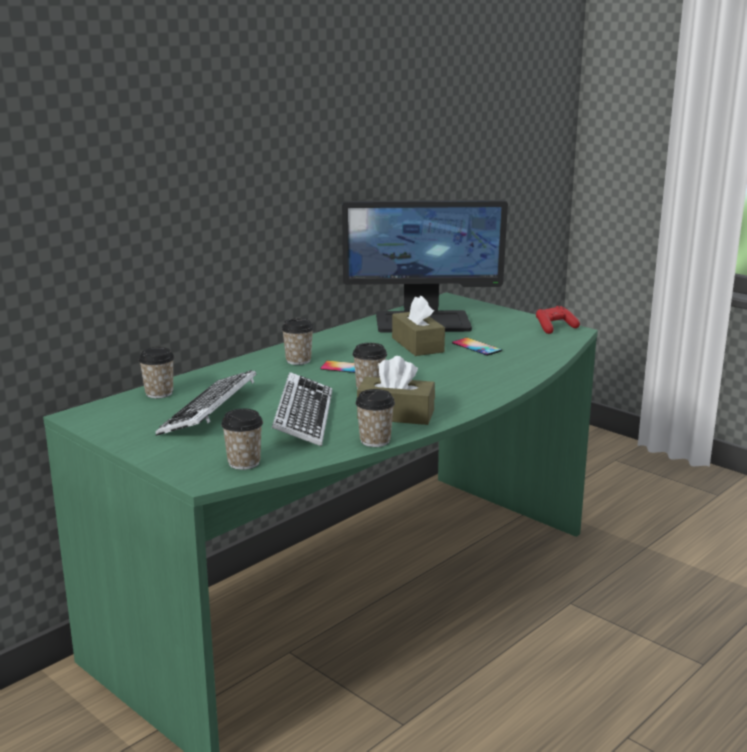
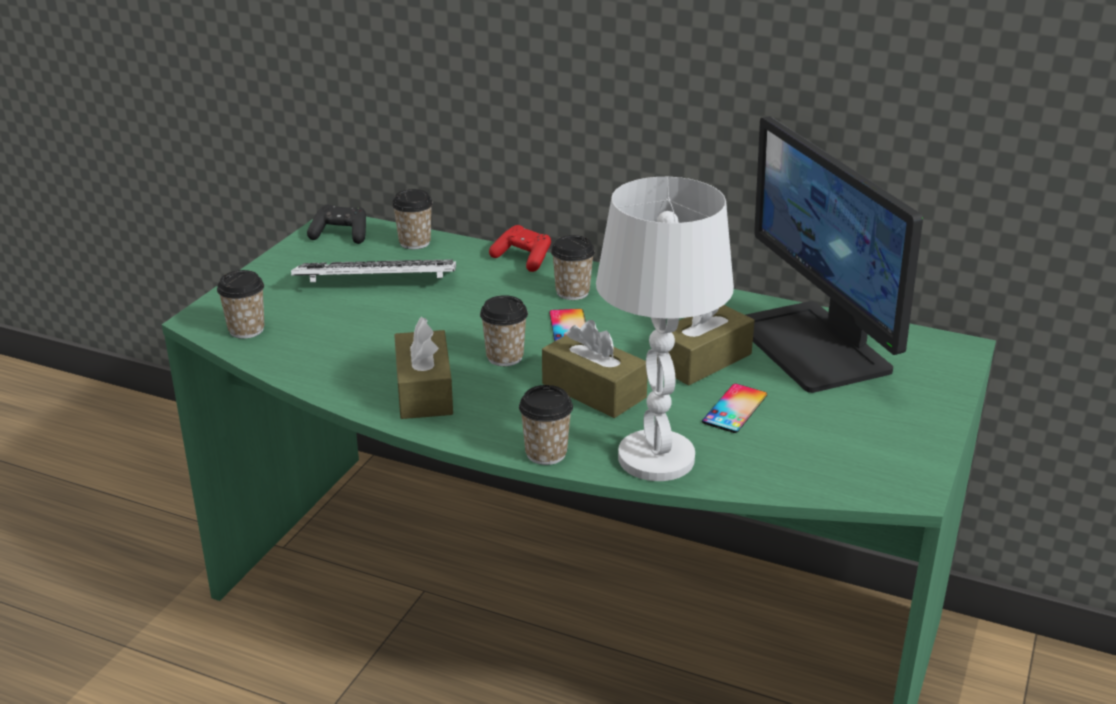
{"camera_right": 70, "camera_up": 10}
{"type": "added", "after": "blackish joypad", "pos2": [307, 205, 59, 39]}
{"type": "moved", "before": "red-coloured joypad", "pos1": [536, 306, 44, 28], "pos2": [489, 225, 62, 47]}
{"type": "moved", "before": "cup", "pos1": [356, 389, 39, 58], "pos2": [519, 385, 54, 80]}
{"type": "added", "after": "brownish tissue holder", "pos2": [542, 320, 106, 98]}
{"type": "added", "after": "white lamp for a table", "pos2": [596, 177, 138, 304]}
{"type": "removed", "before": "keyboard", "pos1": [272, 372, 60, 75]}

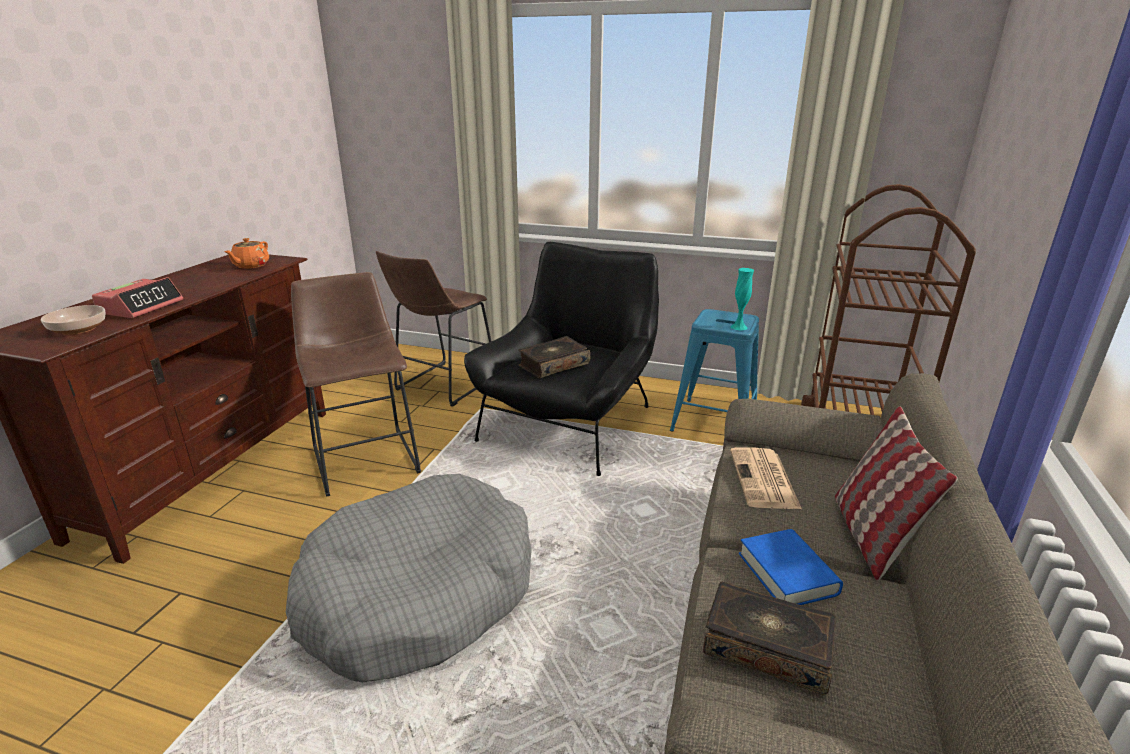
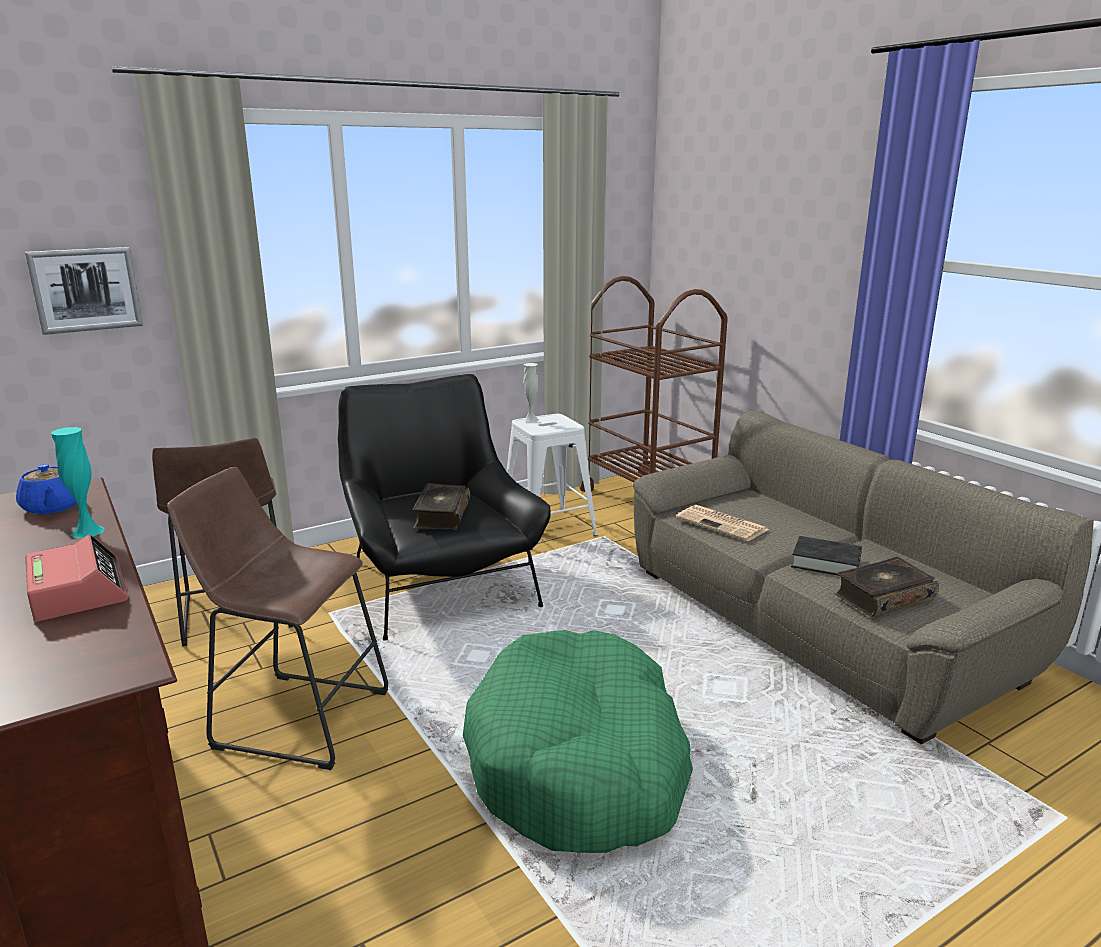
{"camera_right": -50, "camera_up": -5}
{"type": "recoloured", "before": "orangey teapot", "after": "blue-coloured teapot", "pos1": [224, 238, 45, 31], "pos2": [16, 464, 60, 50]}
{"type": "added", "after": "picture", "pos2": [25, 247, 118, 88]}
{"type": "moved", "before": "turquoise-coloured flower vase", "pos1": [730, 268, 24, 62], "pos2": [51, 427, 54, 111]}
{"type": "recoloured", "before": "grey dog bed", "after": "green-coloured dog bed", "pos1": [286, 474, 246, 209], "pos2": [463, 630, 230, 223]}
{"type": "recoloured", "before": "blue-coloured stool", "after": "white stool", "pos1": [670, 309, 89, 123], "pos2": [507, 414, 91, 136]}
{"type": "added", "after": "white flower vase", "pos2": [523, 363, 16, 59]}
{"type": "recoloured", "before": "blue-coloured book", "after": "blackish book", "pos1": [739, 529, 104, 76], "pos2": [791, 536, 71, 40]}
{"type": "removed", "before": "serving bowl", "pos1": [41, 305, 65, 30]}
{"type": "removed", "before": "cushion", "pos1": [835, 407, 123, 174]}

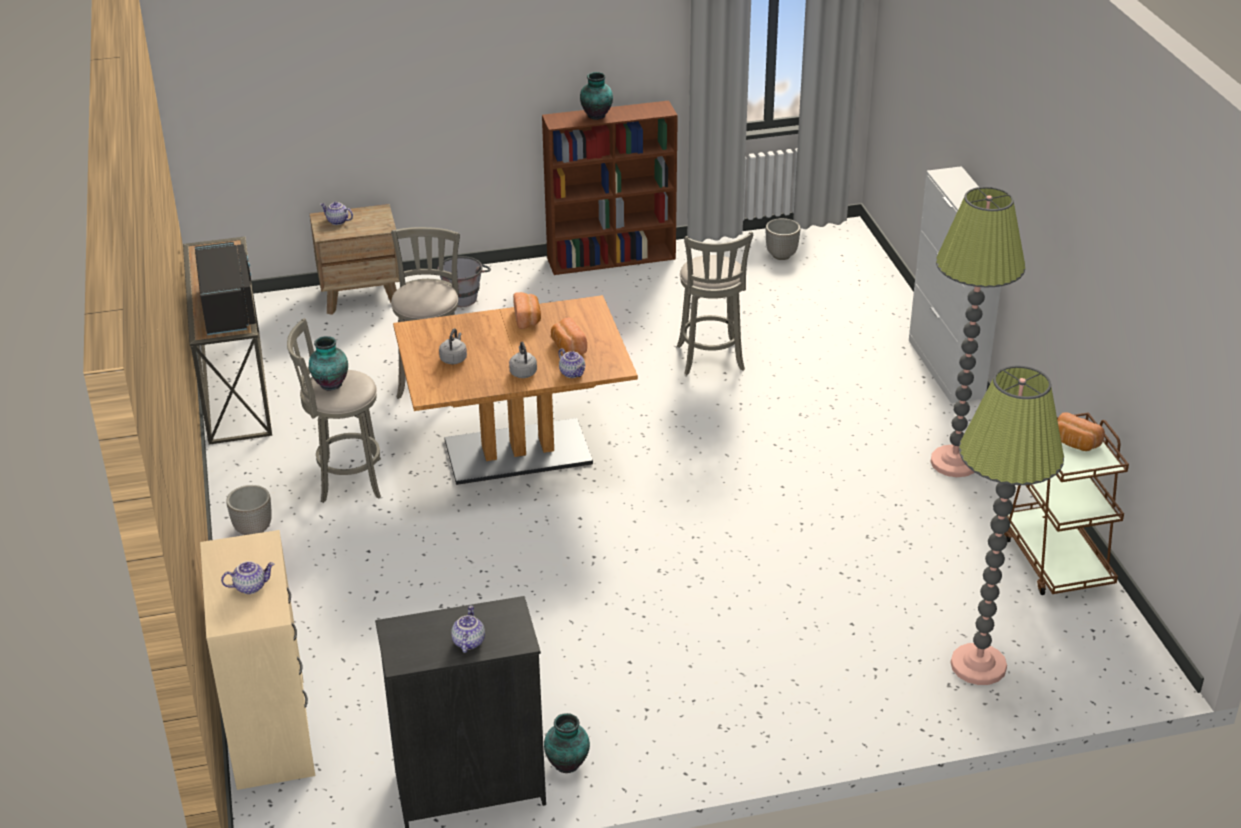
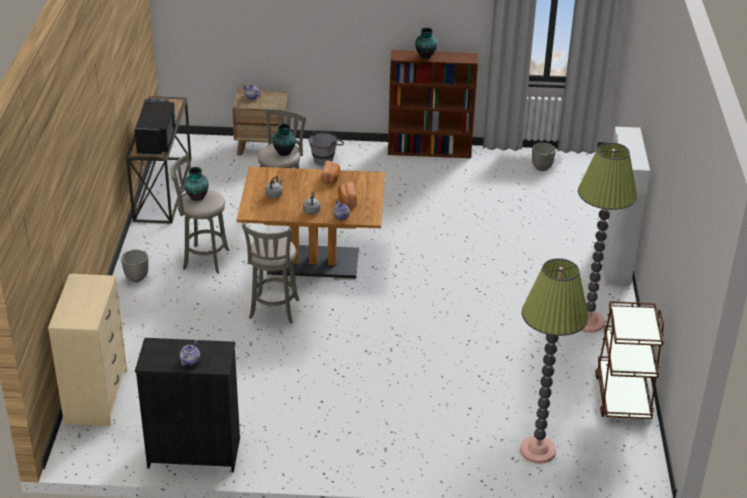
{"camera_right": 15, "camera_up": 0}
{"type": "moved", "before": "grey stool", "pos1": [677, 231, 76, 144], "pos2": [242, 223, 58, 100]}
{"type": "moved", "before": "flower vase", "pos1": [544, 713, 46, 60], "pos2": [273, 124, 23, 32]}
{"type": "removed", "before": "teapot", "pos1": [221, 561, 54, 33]}
{"type": "removed", "before": "bakery bread", "pos1": [1057, 412, 48, 39]}

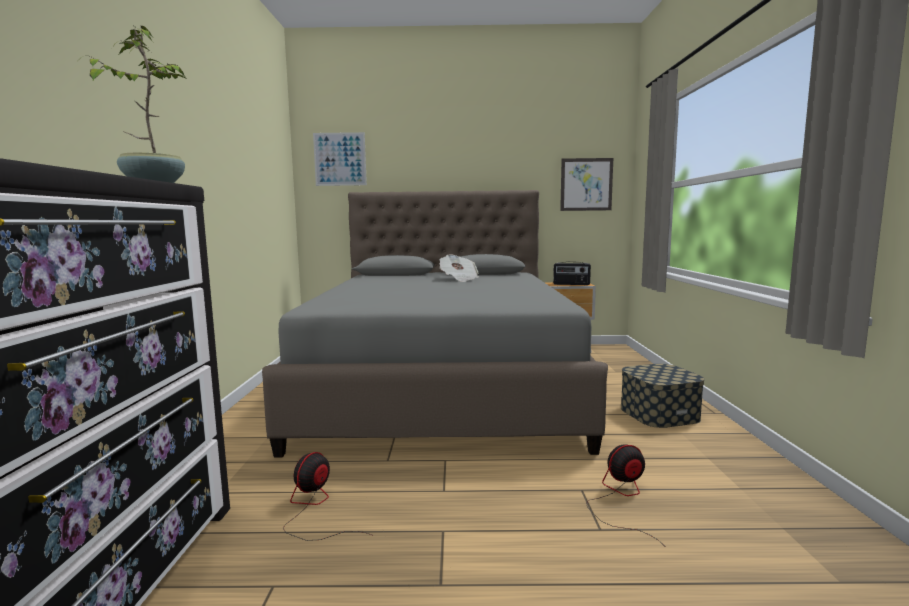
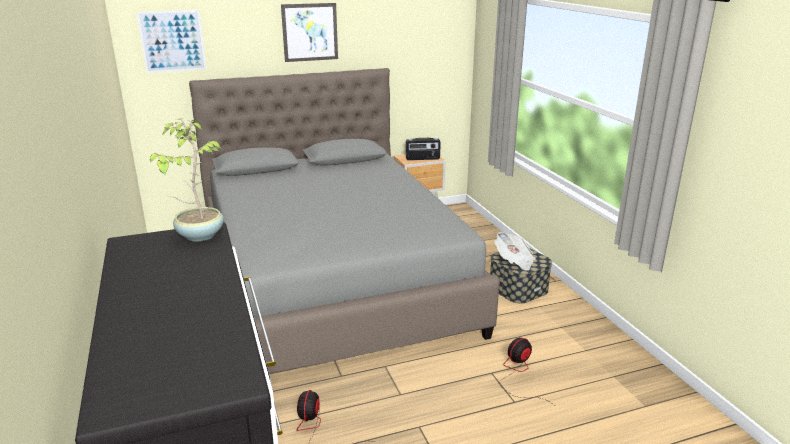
{"camera_right": -20, "camera_up": 15}
{"type": "moved", "before": "picture", "pos1": [560, 158, 53, 53], "pos2": [281, 3, 57, 59]}
{"type": "moved", "before": "daily paper", "pos1": [439, 254, 40, 28], "pos2": [494, 232, 42, 39]}

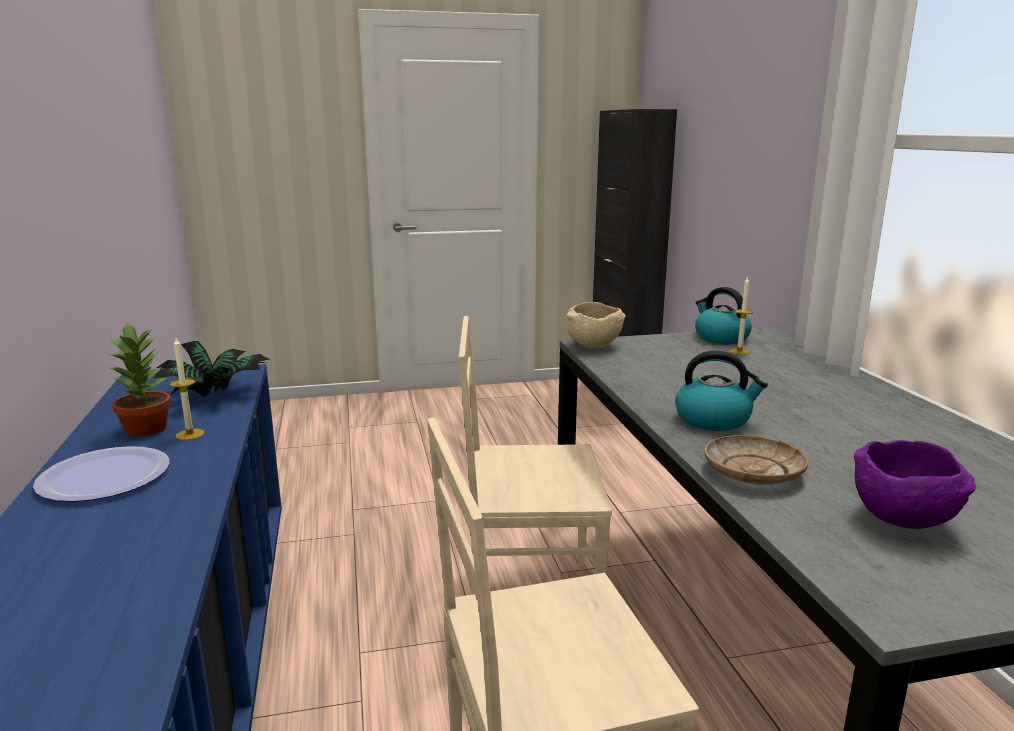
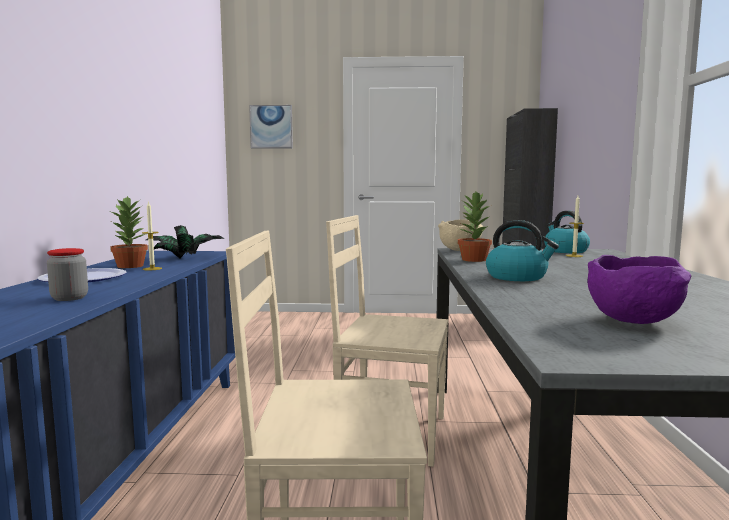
{"camera_right": 15, "camera_up": -10}
{"type": "added", "after": "storage jar", "pos2": [47, 248, 41, 53]}
{"type": "added", "after": "picture", "pos2": [249, 105, 44, 44]}
{"type": "added", "after": "houseplant", "pos2": [458, 192, 34, 70]}
{"type": "removed", "before": "sand-coloured flat dish", "pos1": [704, 435, 104, 50]}

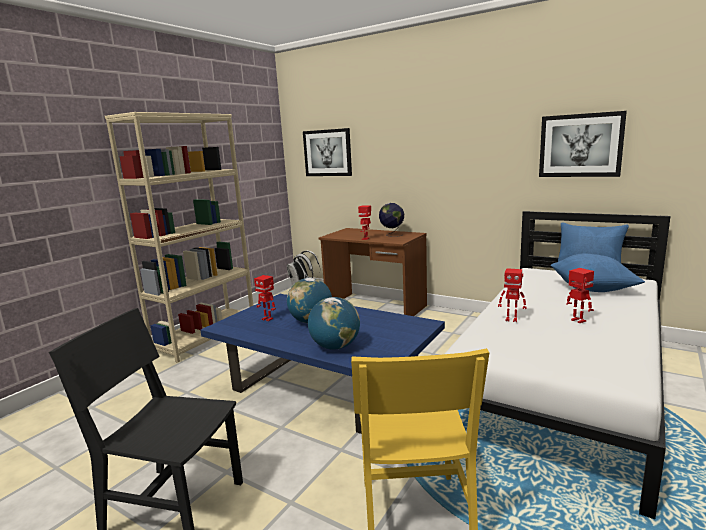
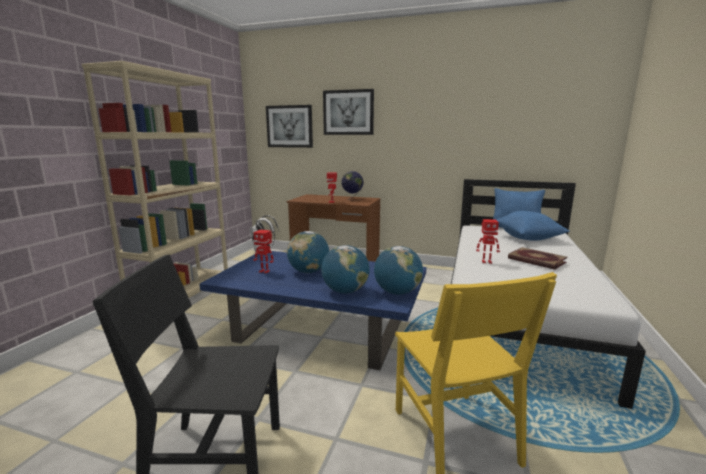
{"camera_right": -15, "camera_up": 0}
{"type": "moved", "before": "picture", "pos1": [539, 111, 88, 66], "pos2": [323, 89, 51, 46]}
{"type": "added", "after": "globe", "pos2": [374, 246, 49, 49]}
{"type": "replaced", "before": "robot figure", "after": "book", "pos1": [566, 268, 28, 55], "pos2": [508, 247, 60, 23]}

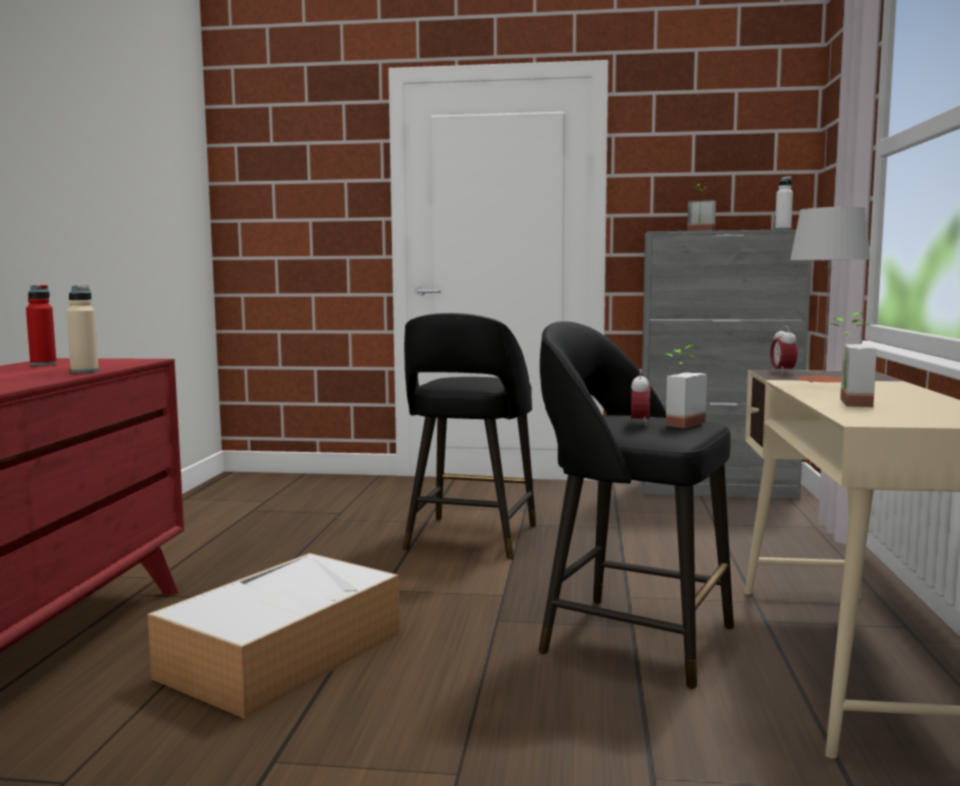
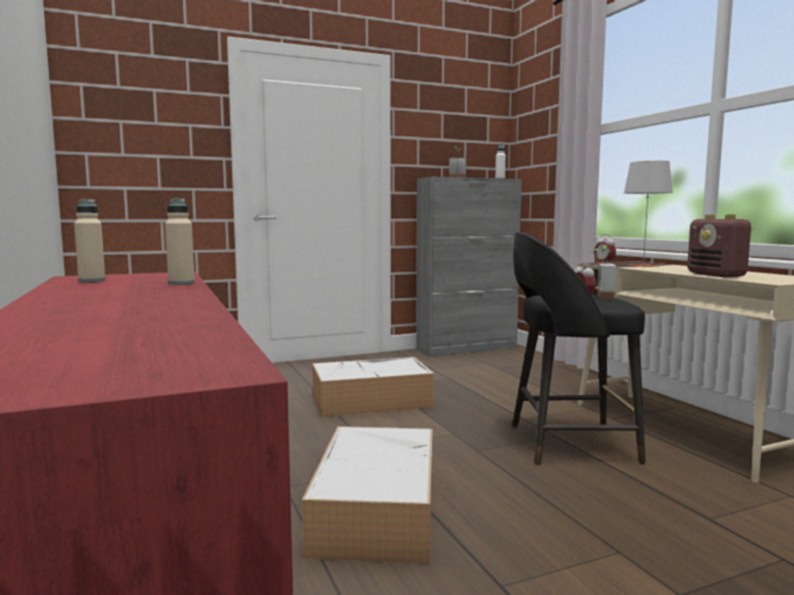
{"camera_right": -30, "camera_up": 0}
{"type": "recoloured", "before": "red-coloured drink bottle", "after": "sand-coloured drink bottle", "pos1": [26, 285, 31, 81], "pos2": [74, 199, 31, 83]}
{"type": "replaced", "before": "blackish stool", "after": "storage box", "pos1": [403, 313, 133, 246], "pos2": [312, 357, 123, 60]}
{"type": "replaced", "before": "houseplant", "after": "radio set", "pos1": [828, 313, 49, 94], "pos2": [687, 214, 66, 63]}

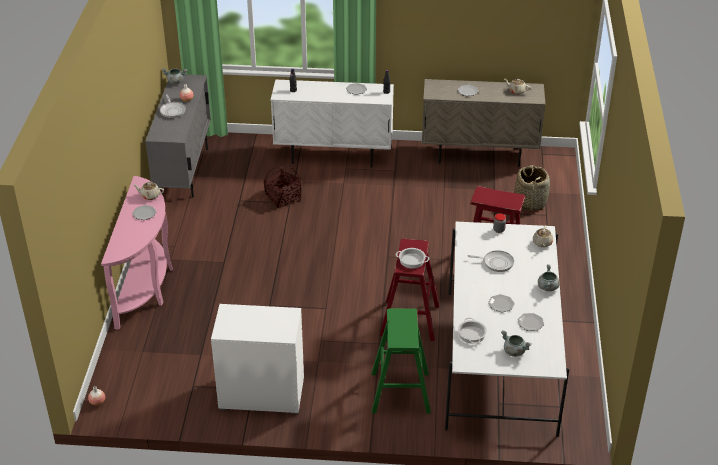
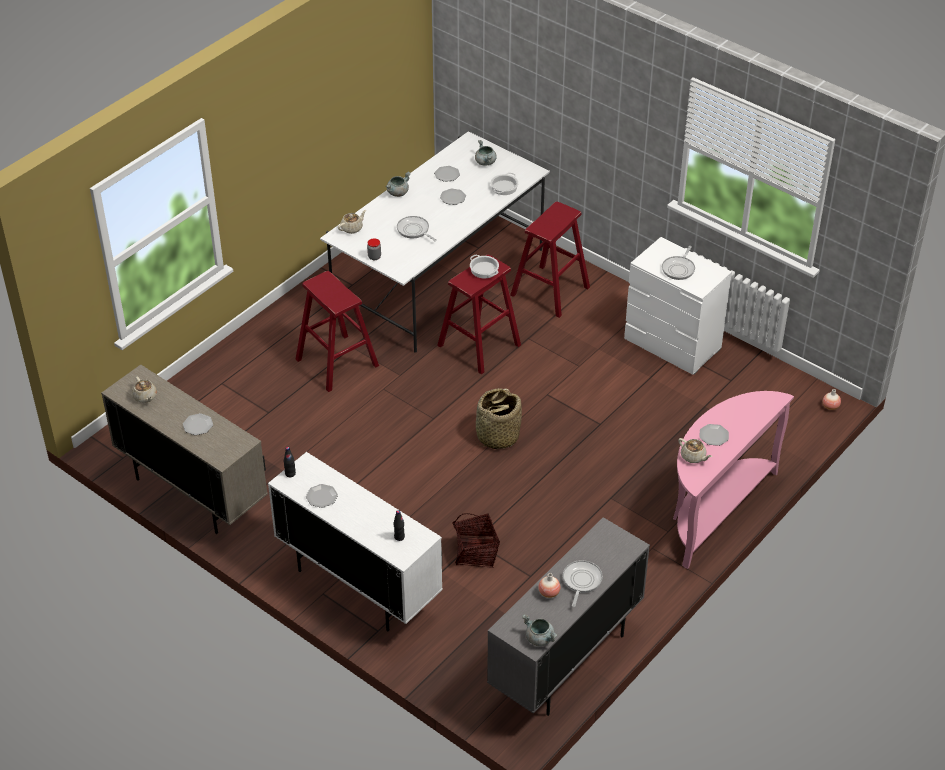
{"camera_right": -145, "camera_up": 5}
{"type": "moved", "before": "basket", "pos1": [514, 165, 36, 46], "pos2": [476, 388, 46, 61]}
{"type": "recoloured", "before": "green-coloured stool", "after": "red-coloured stool", "pos1": [372, 308, 59, 106], "pos2": [510, 202, 80, 116]}
{"type": "added", "after": "frying pan", "pos2": [662, 246, 33, 34]}

